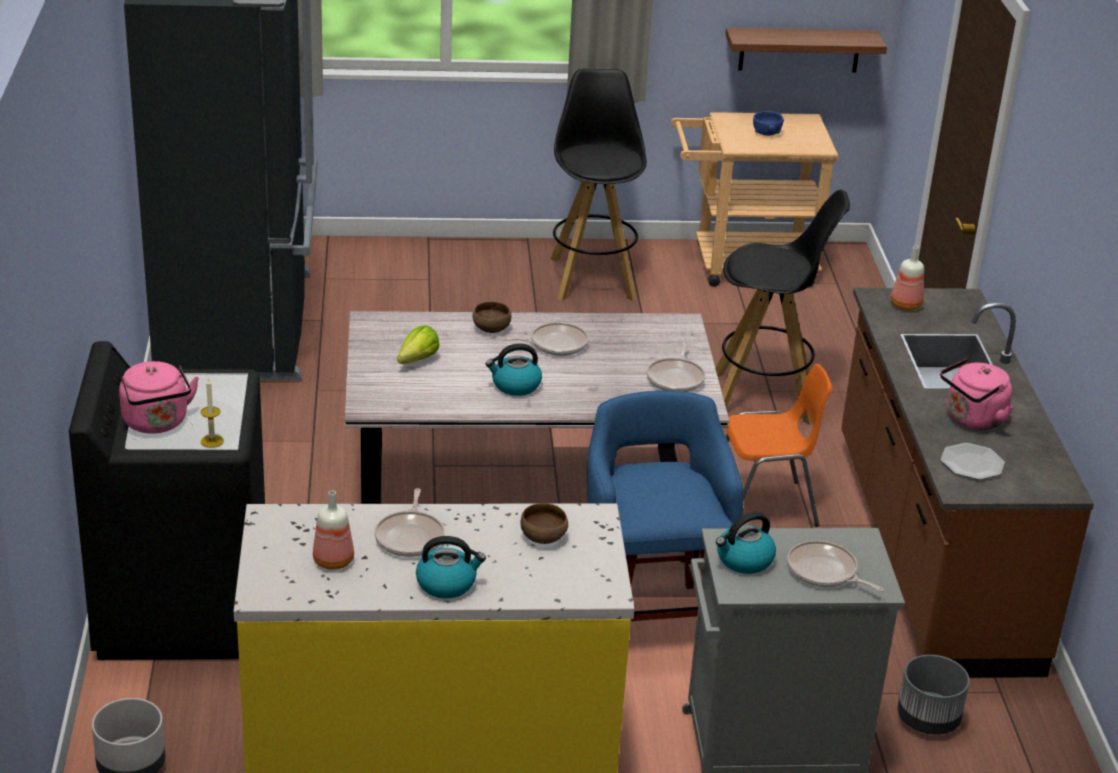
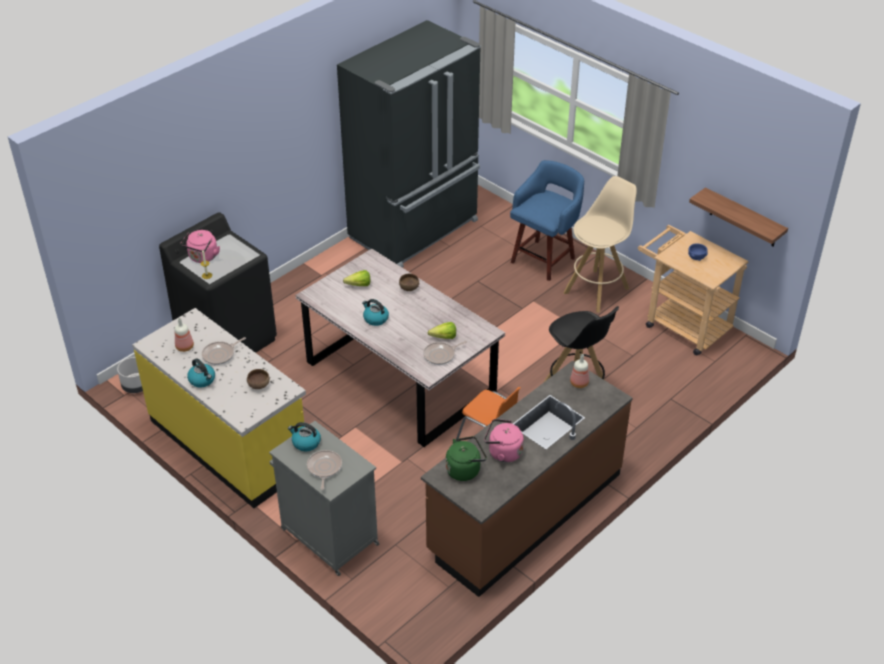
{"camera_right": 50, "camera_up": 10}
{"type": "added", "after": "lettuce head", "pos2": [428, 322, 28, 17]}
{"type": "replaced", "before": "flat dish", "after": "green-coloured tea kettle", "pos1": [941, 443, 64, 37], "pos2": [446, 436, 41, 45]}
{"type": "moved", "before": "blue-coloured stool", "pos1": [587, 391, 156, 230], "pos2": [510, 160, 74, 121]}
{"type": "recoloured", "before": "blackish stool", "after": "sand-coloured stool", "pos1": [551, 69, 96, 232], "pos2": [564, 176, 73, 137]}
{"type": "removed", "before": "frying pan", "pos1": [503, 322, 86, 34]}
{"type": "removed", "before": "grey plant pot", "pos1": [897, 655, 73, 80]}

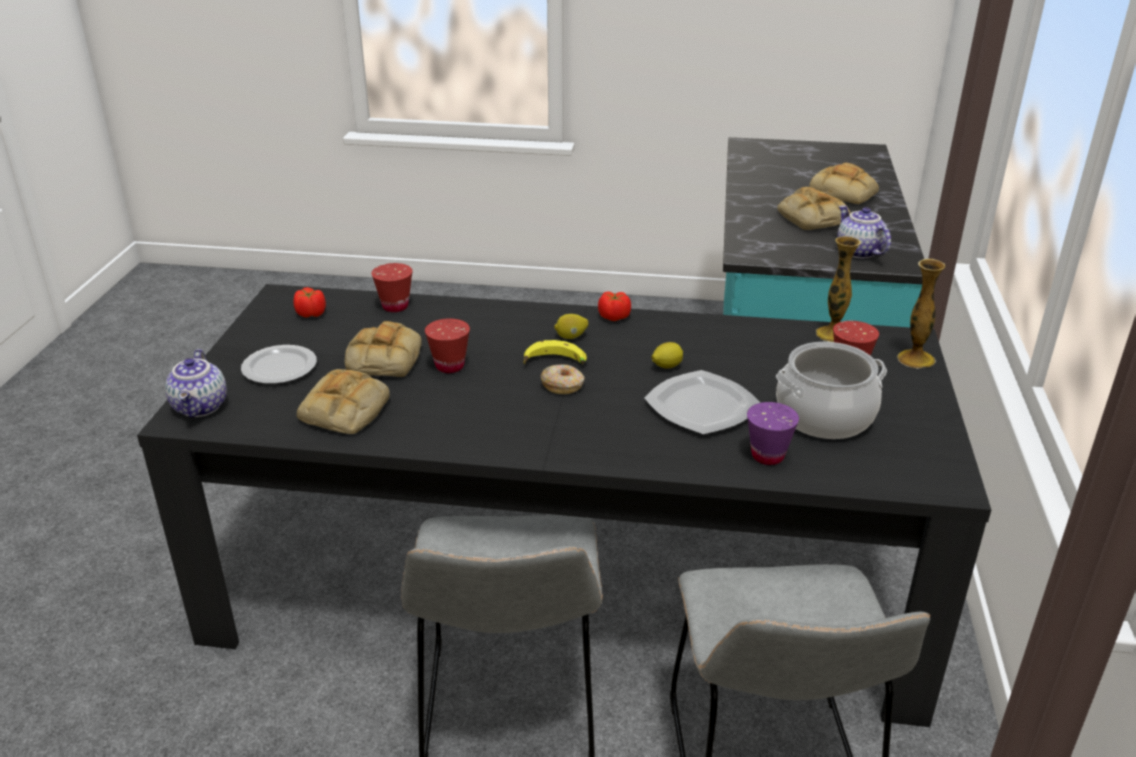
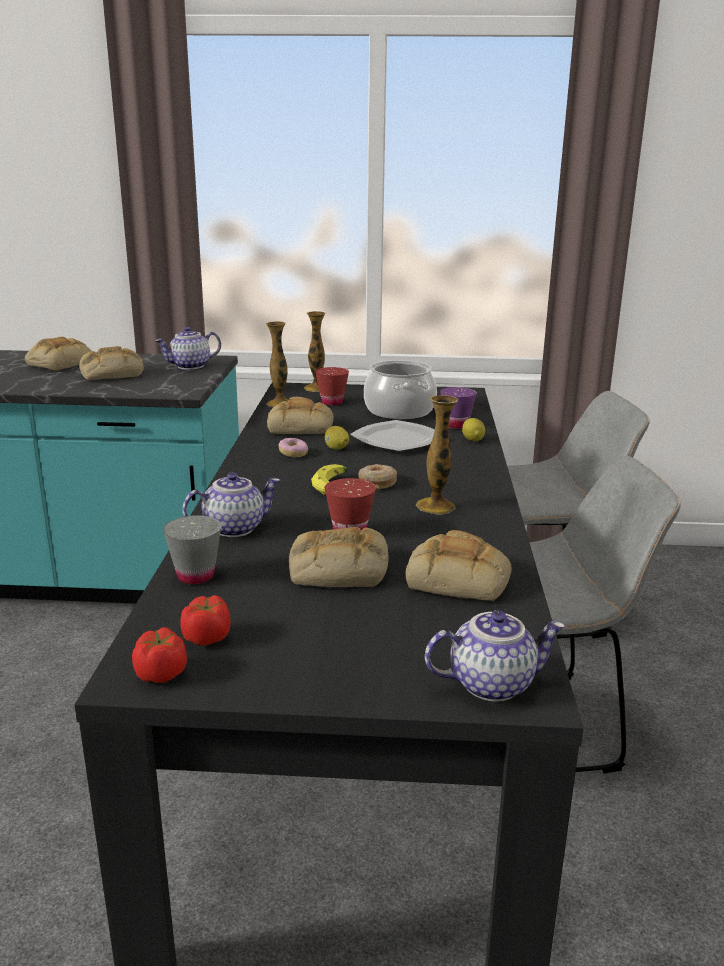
{"camera_right": -95, "camera_up": -10}
{"type": "moved", "before": "whole tomato", "pos1": [598, 291, 33, 30], "pos2": [132, 627, 55, 56]}
{"type": "recoloured", "before": "red-coloured cup", "after": "grey cup", "pos1": [371, 263, 41, 49], "pos2": [163, 515, 58, 69]}
{"type": "added", "after": "teapot", "pos2": [183, 472, 97, 65]}
{"type": "added", "after": "bakery bread", "pos2": [267, 397, 67, 37]}
{"type": "added", "after": "donut", "pos2": [279, 438, 29, 19]}
{"type": "added", "after": "flower vase", "pos2": [416, 395, 42, 119]}
{"type": "moved", "before": "lemon", "pos1": [554, 314, 34, 25], "pos2": [462, 418, 23, 23]}
{"type": "removed", "before": "flat dish", "pos1": [241, 345, 76, 39]}

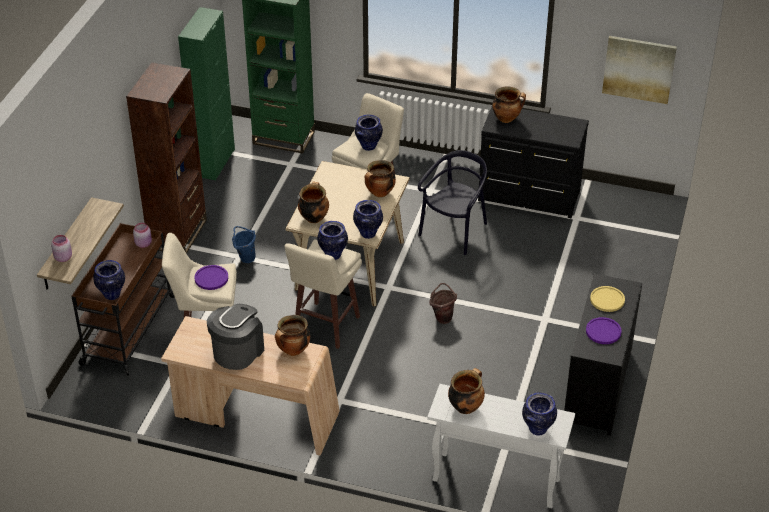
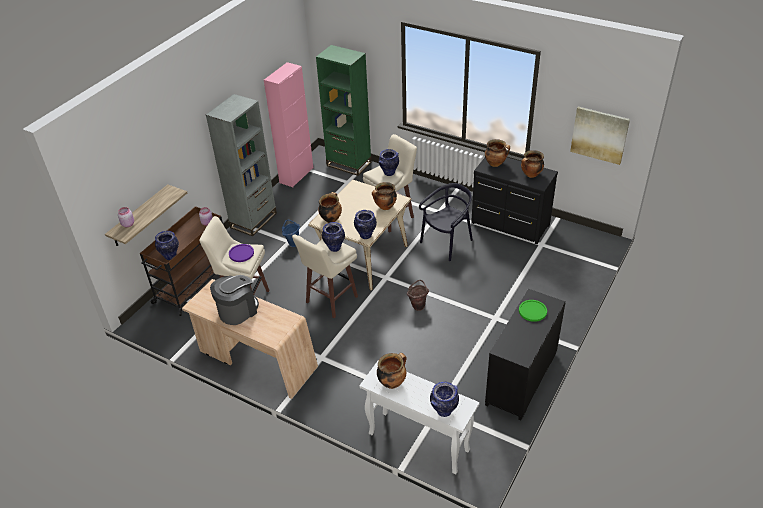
{"camera_right": 15, "camera_up": 0}
{"type": "recoloured", "before": "brownish bookshelf", "after": "grey bookshelf", "pos1": [126, 62, 81, 192], "pos2": [206, 94, 71, 142]}
{"type": "recoloured", "before": "green-coloured cupboard", "after": "pink-coloured cupboard", "pos1": [178, 7, 57, 173], "pos2": [264, 62, 49, 125]}
{"type": "recoloured", "before": "yellow flat dish", "after": "green-coloured flat dish", "pos1": [590, 286, 35, 26], "pos2": [519, 300, 28, 22]}
{"type": "moved", "before": "stockpot", "pos1": [275, 315, 35, 41], "pos2": [521, 150, 23, 28]}
{"type": "removed", "before": "purplish flat dish", "pos1": [586, 317, 36, 27]}

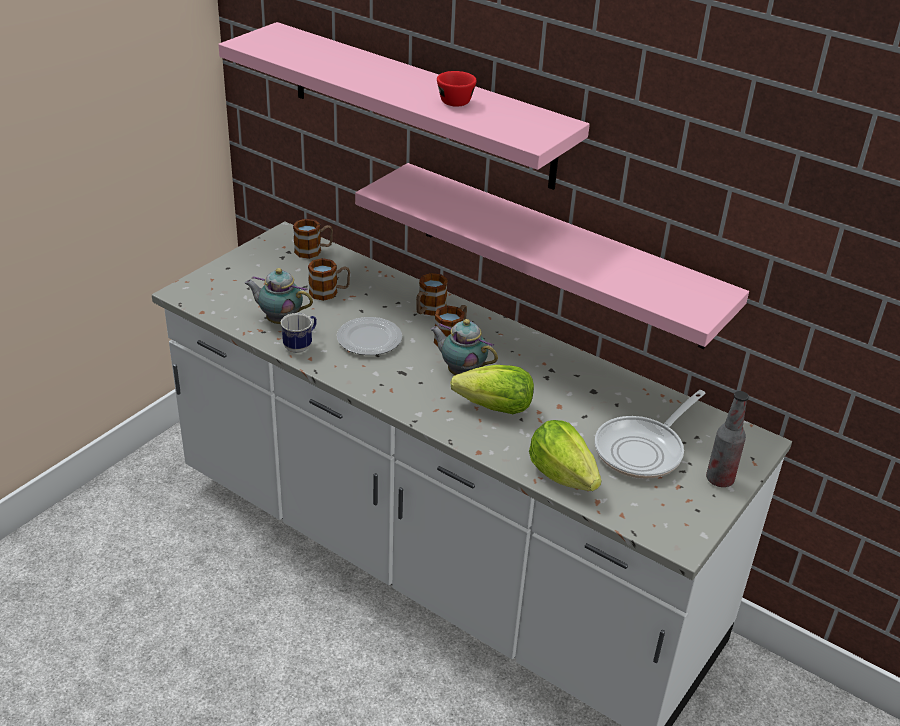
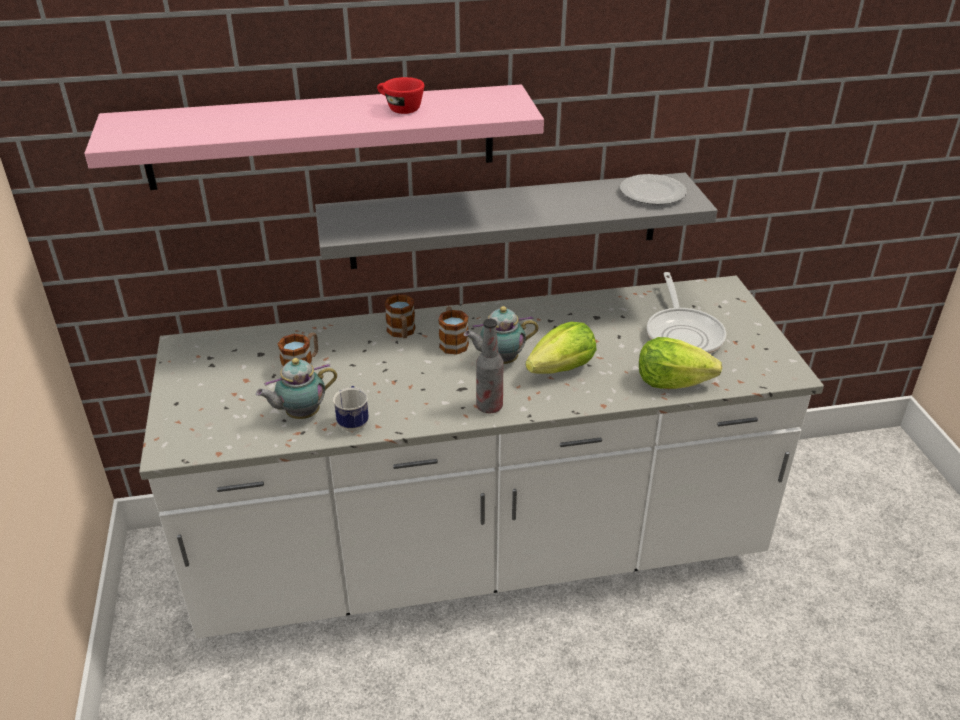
{"camera_right": -45, "camera_up": 0}
{"type": "recoloured", "before": "pink-coloured shelf", "after": "grey shelf", "pos1": [355, 163, 394, 186], "pos2": [315, 173, 403, 96]}
{"type": "moved", "before": "drink bottle", "pos1": [706, 391, 43, 96], "pos2": [476, 319, 27, 94]}
{"type": "moved", "before": "flat dish", "pos1": [337, 317, 65, 38], "pos2": [620, 174, 67, 31]}
{"type": "removed", "before": "coffee mug", "pos1": [293, 219, 40, 40]}

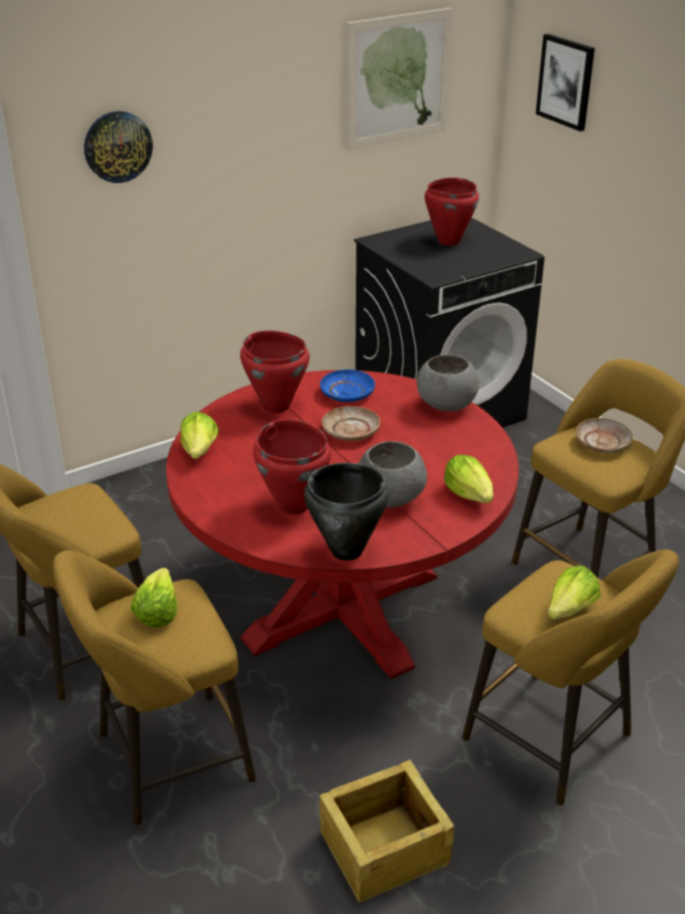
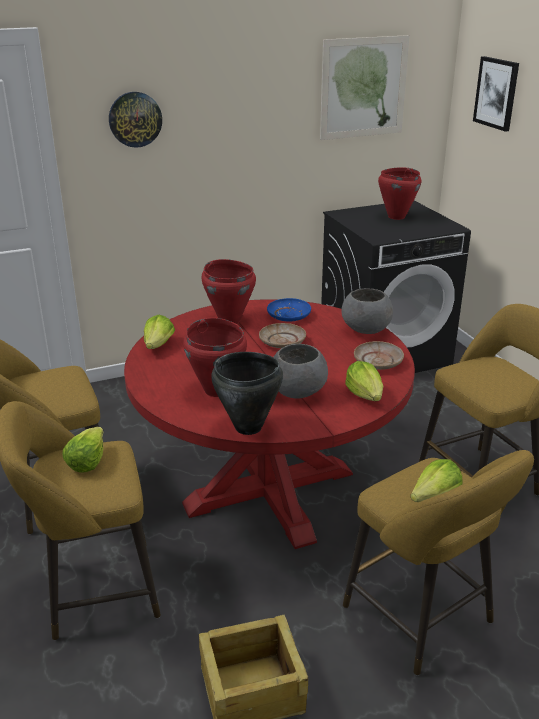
{"camera_right": 10, "camera_up": -5}
{"type": "moved", "before": "sand-coloured flat dish", "pos1": [576, 418, 57, 35], "pos2": [354, 341, 50, 29]}

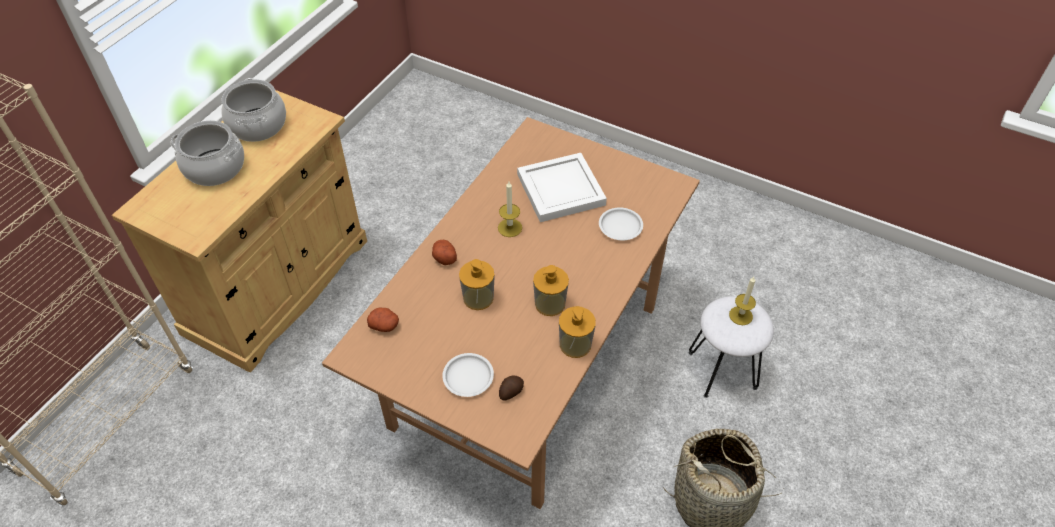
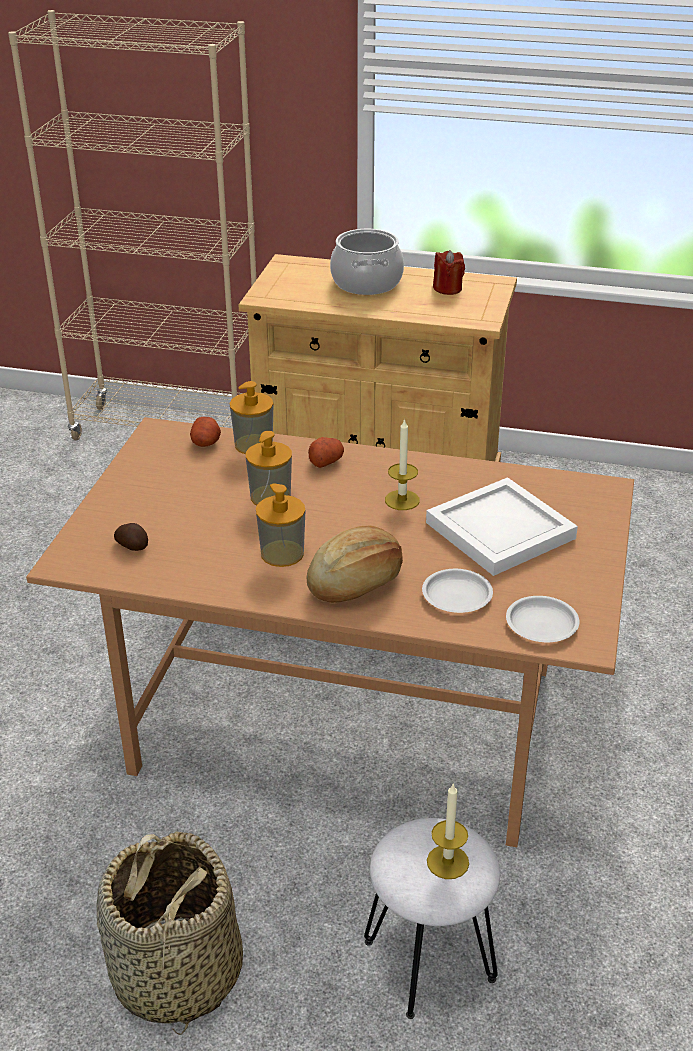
{"camera_right": 75, "camera_up": -15}
{"type": "moved", "before": "liquid soap bottle", "pos1": [559, 306, 37, 52], "pos2": [230, 381, 43, 73]}
{"type": "added", "after": "bakery bread", "pos2": [306, 526, 97, 77]}
{"type": "replaced", "before": "stockpot", "after": "red-coloured candle", "pos1": [221, 78, 65, 64], "pos2": [433, 250, 32, 45]}
{"type": "moved", "before": "white flat dish", "pos1": [442, 353, 52, 44], "pos2": [506, 596, 73, 46]}

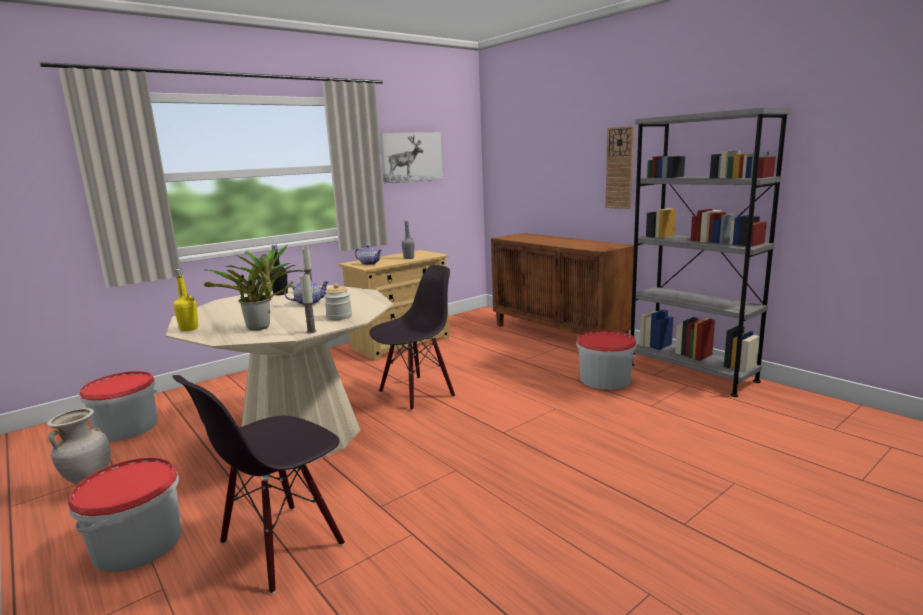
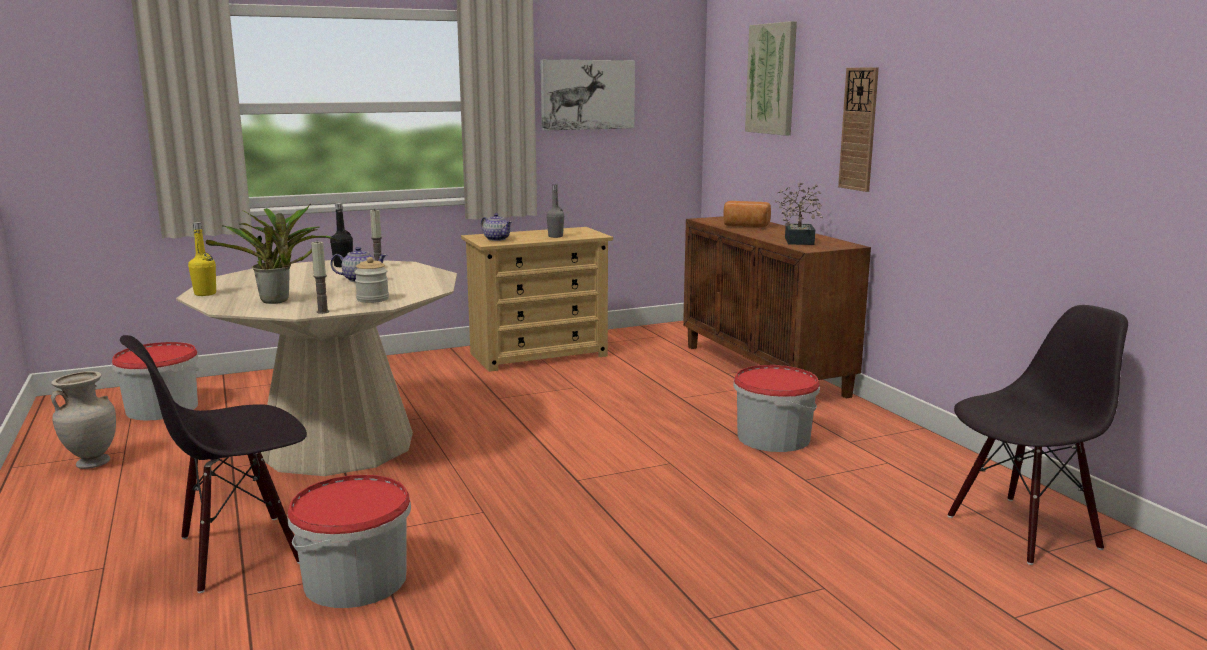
{"camera_right": 15, "camera_up": 0}
{"type": "moved", "before": "water bucket", "pos1": [68, 457, 114, 115], "pos2": [287, 475, 124, 133]}
{"type": "added", "after": "bakery bread", "pos2": [724, 201, 47, 26]}
{"type": "added", "after": "picture", "pos2": [745, 21, 52, 114]}
{"type": "added", "after": "houseplant", "pos2": [775, 182, 48, 63]}
{"type": "moved", "before": "blackish upright chair", "pos1": [369, 265, 86, 146], "pos2": [948, 305, 180, 260]}
{"type": "removed", "before": "grey bookshelf", "pos1": [631, 108, 161, 289]}

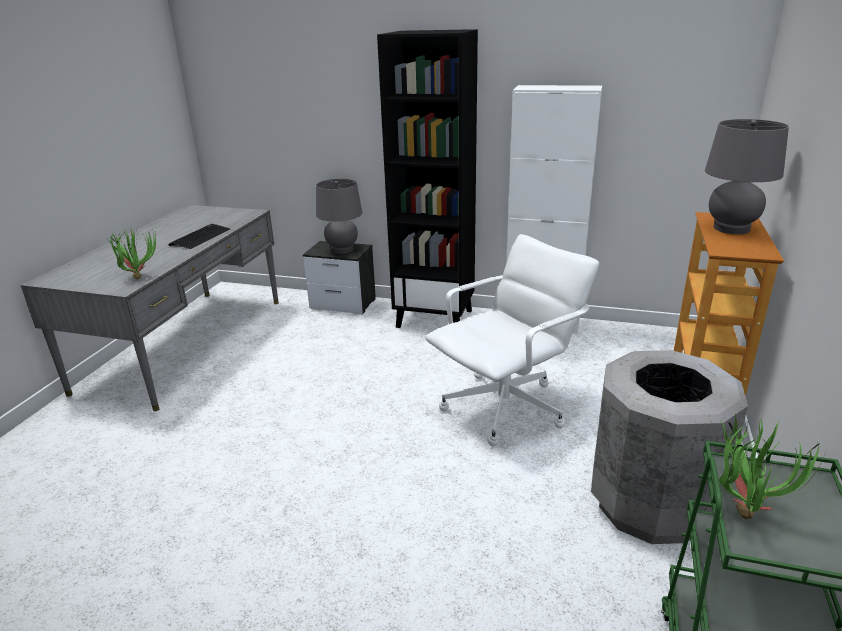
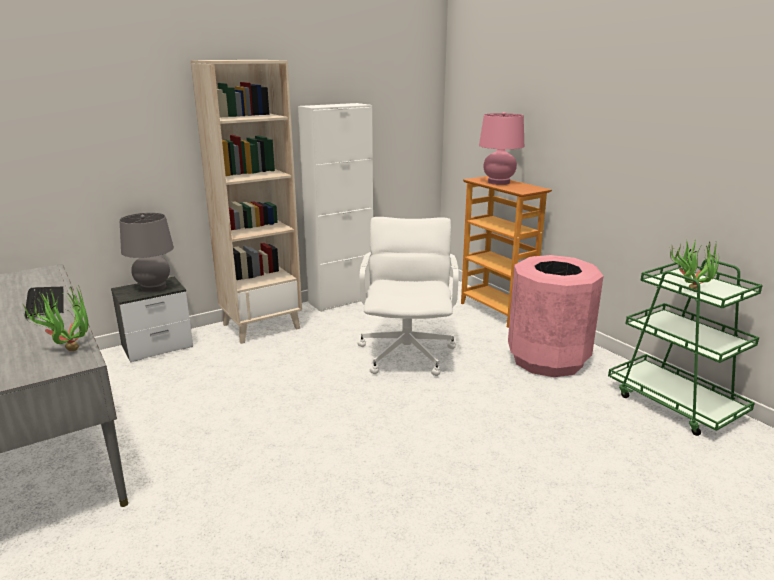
{"camera_right": -50, "camera_up": -5}
{"type": "recoloured", "before": "blackish bookshelf", "after": "sand-coloured bookshelf", "pos1": [377, 29, 101, 299], "pos2": [191, 60, 111, 284]}
{"type": "recoloured", "before": "grey lamp for a table", "after": "pink-coloured lamp for a table", "pos1": [705, 119, 84, 115], "pos2": [479, 112, 45, 73]}
{"type": "recoloured", "before": "grey waste bin", "after": "pink-coloured waste bin", "pos1": [591, 350, 157, 194], "pos2": [508, 255, 96, 122]}

